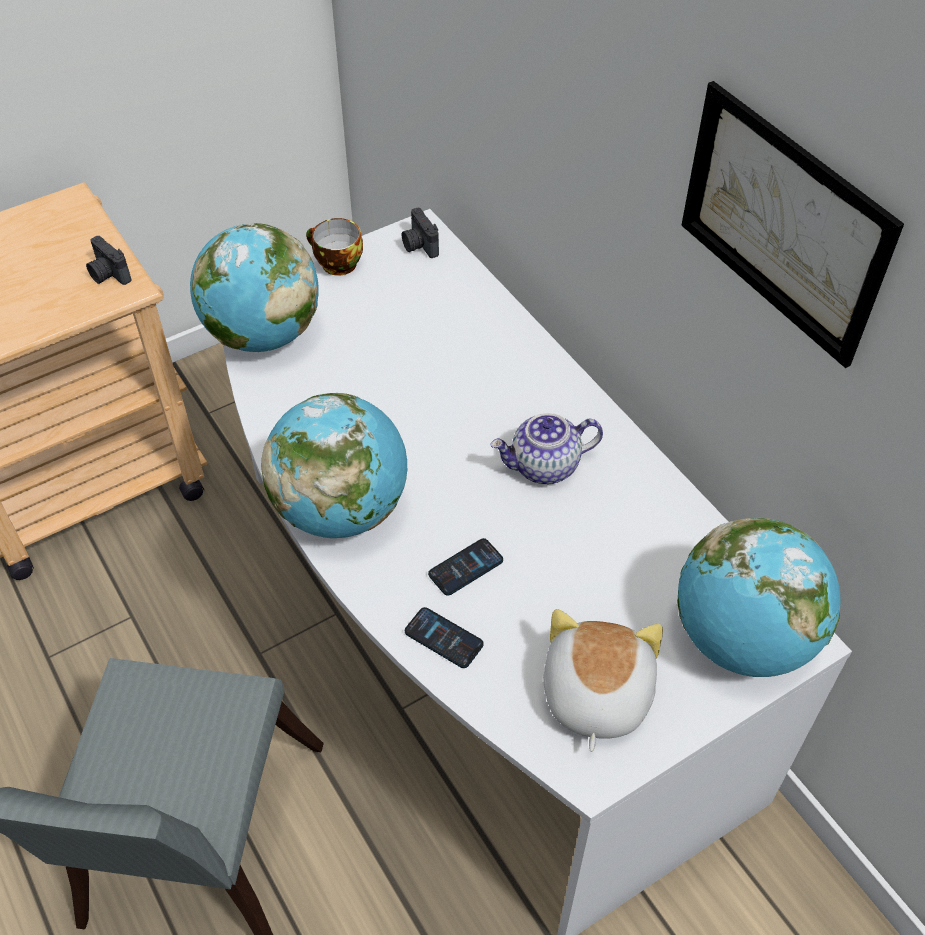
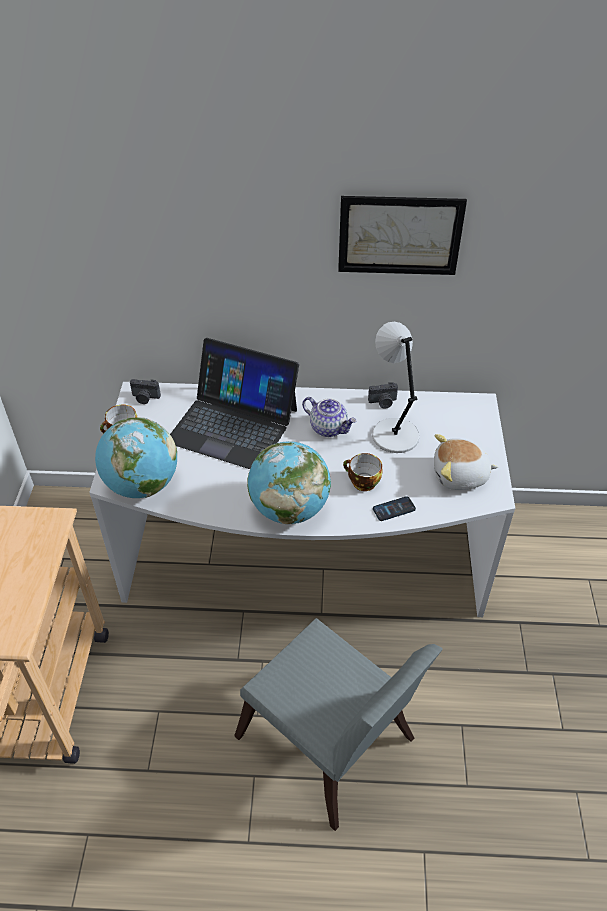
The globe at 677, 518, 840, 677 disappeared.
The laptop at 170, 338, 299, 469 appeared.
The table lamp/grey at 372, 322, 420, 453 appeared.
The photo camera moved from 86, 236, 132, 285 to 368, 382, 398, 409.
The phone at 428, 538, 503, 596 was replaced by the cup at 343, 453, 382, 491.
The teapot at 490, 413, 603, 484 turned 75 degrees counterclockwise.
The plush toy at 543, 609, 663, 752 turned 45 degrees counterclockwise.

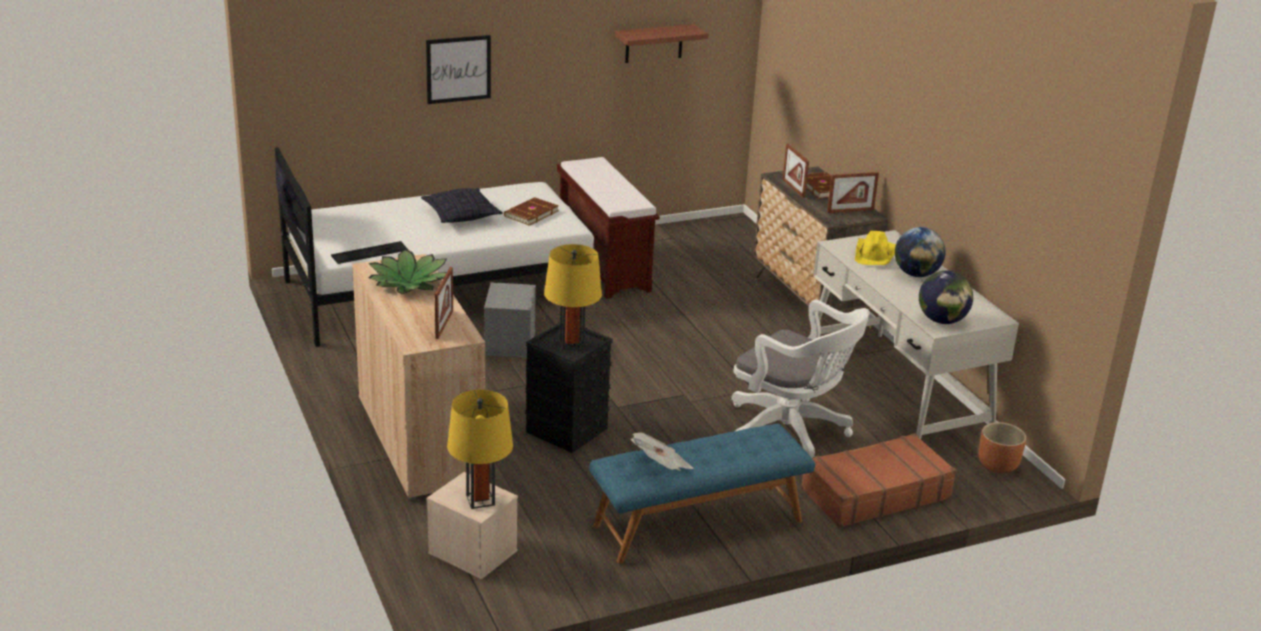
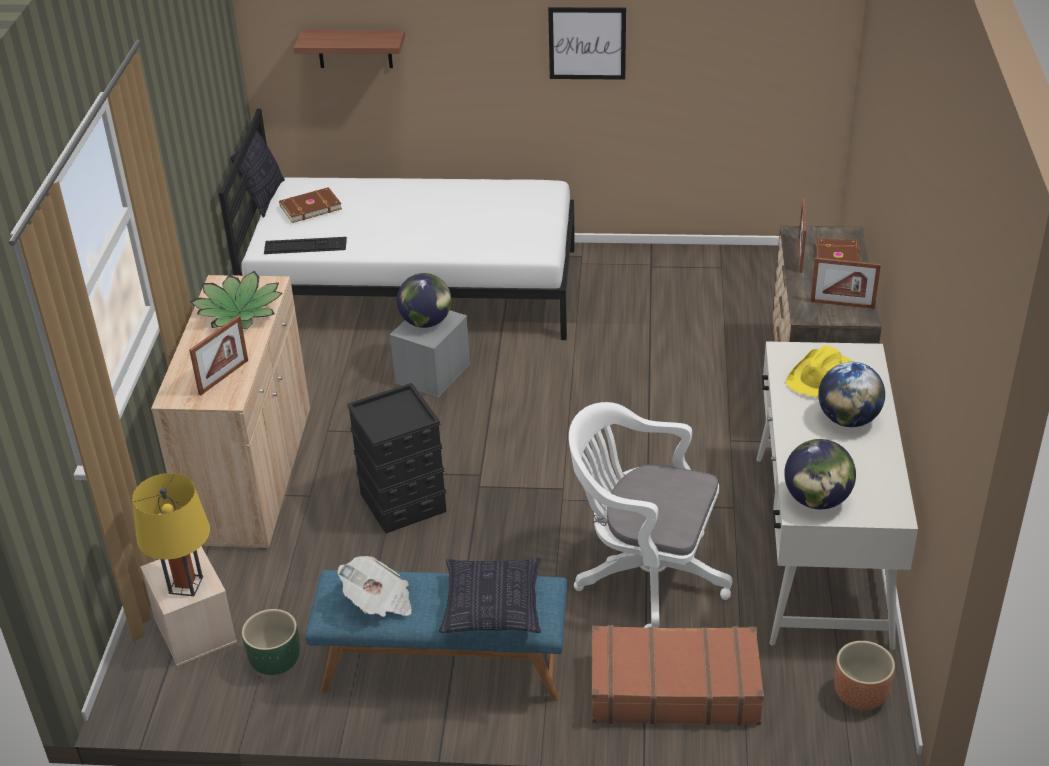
The table lamp/yellow at 544, 244, 602, 350 disappeared.
The bench/brown at 557, 157, 660, 299 disappeared.
The planter/green at 242, 609, 300, 675 appeared.
The globe at 397, 273, 451, 328 appeared.
The pillow moved from 421, 188, 503, 223 to 439, 558, 541, 633.
The picture moved from 426, 35, 491, 104 to 548, 7, 626, 80.
The book/brown moved from 504, 197, 559, 226 to 279, 187, 342, 223.
The shelf moved from 615, 24, 708, 63 to 294, 30, 405, 68.
The office chair/white at 731, 300, 870, 458 turned 135 degrees clockwise.

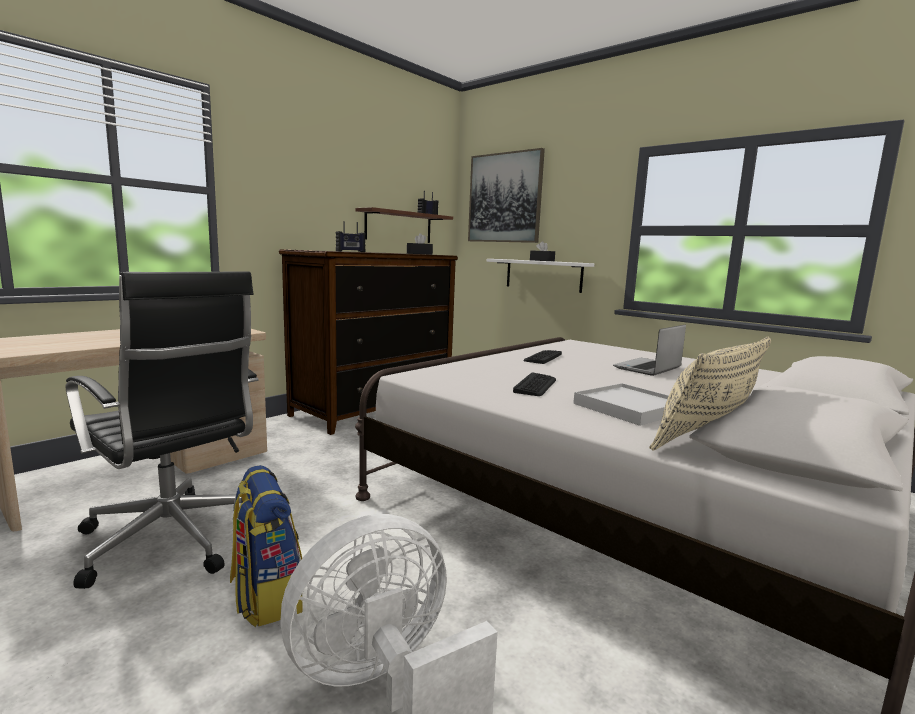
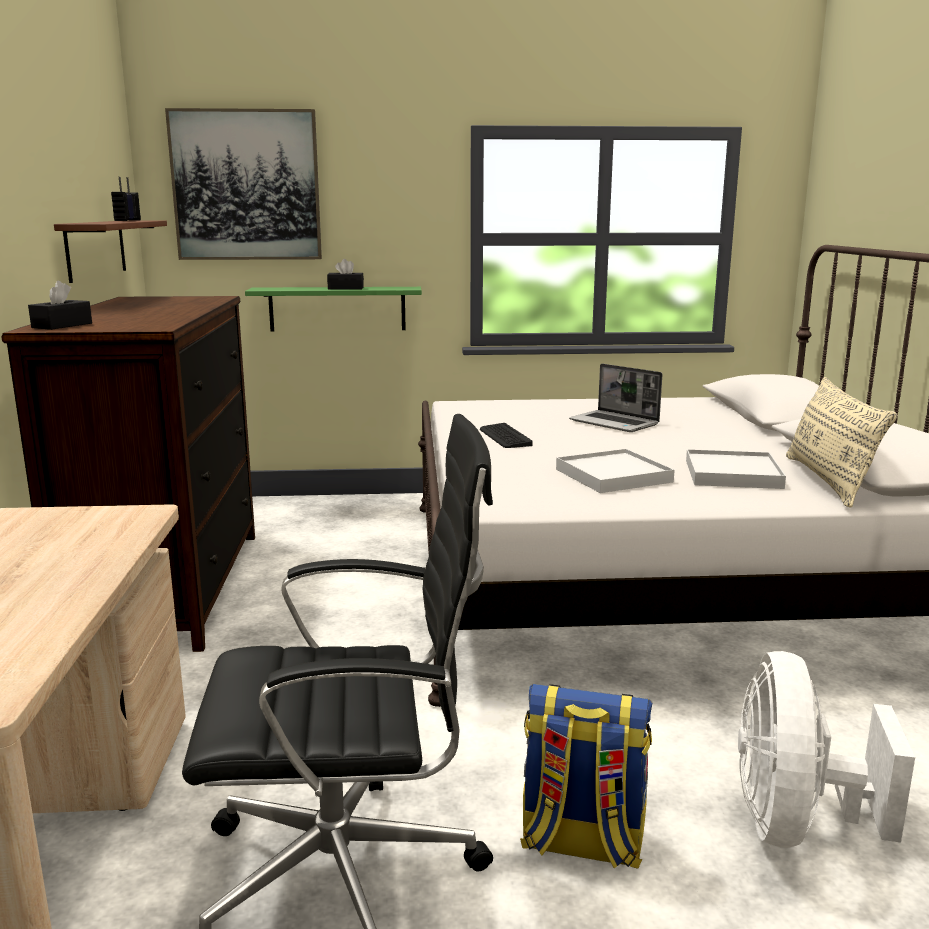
The radio at 336, 221, 366, 252 disappeared.
The tissue box/black moved from 407, 233, 433, 255 to 28, 281, 92, 330.
The keyboard at 513, 372, 556, 396 was replaced by the tray/white at 556, 449, 675, 493.
The shelf/white at 487, 259, 594, 293 became the shelf/green at 245, 287, 422, 331.
The laptop at 613, 325, 686, 376 turned 45 degrees counterclockwise.

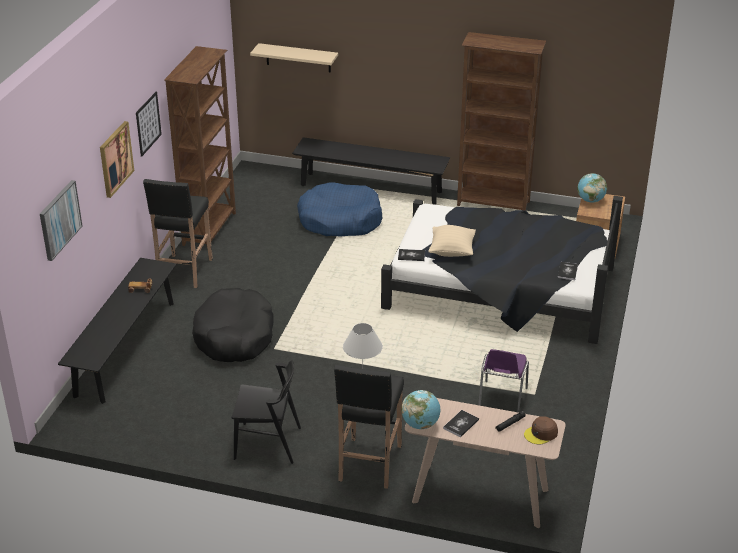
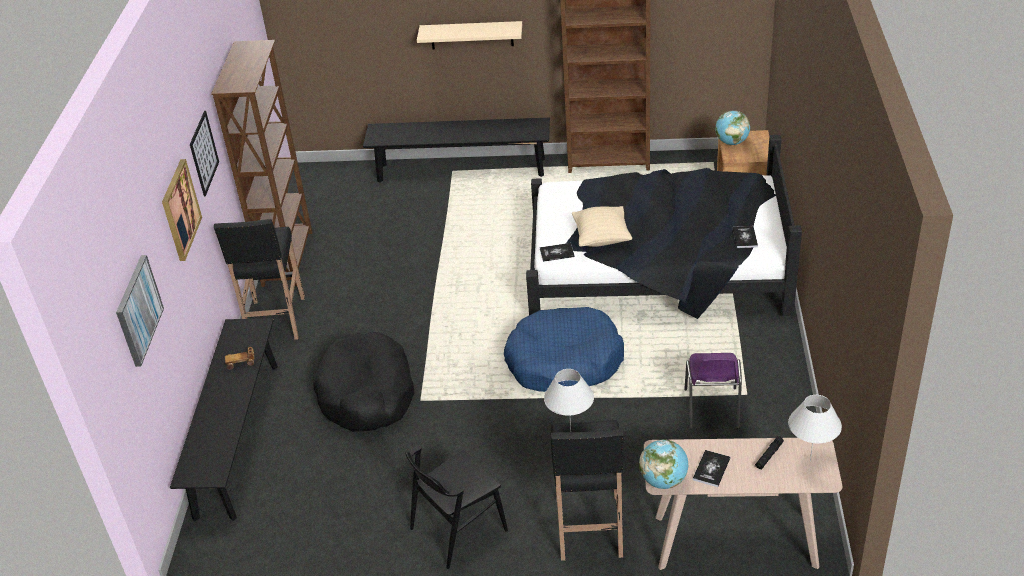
The shelf/beige moved from 250, 43, 338, 72 to 417, 21, 522, 49.
The dog bed/blue moved from 297, 183, 383, 237 to 504, 307, 624, 392.
The cap/brown at 524, 416, 558, 444 was replaced by the table lamp/white at 788, 395, 842, 462.
The chair/black at 232, 360, 301, 464 turned 150 degrees clockwise.

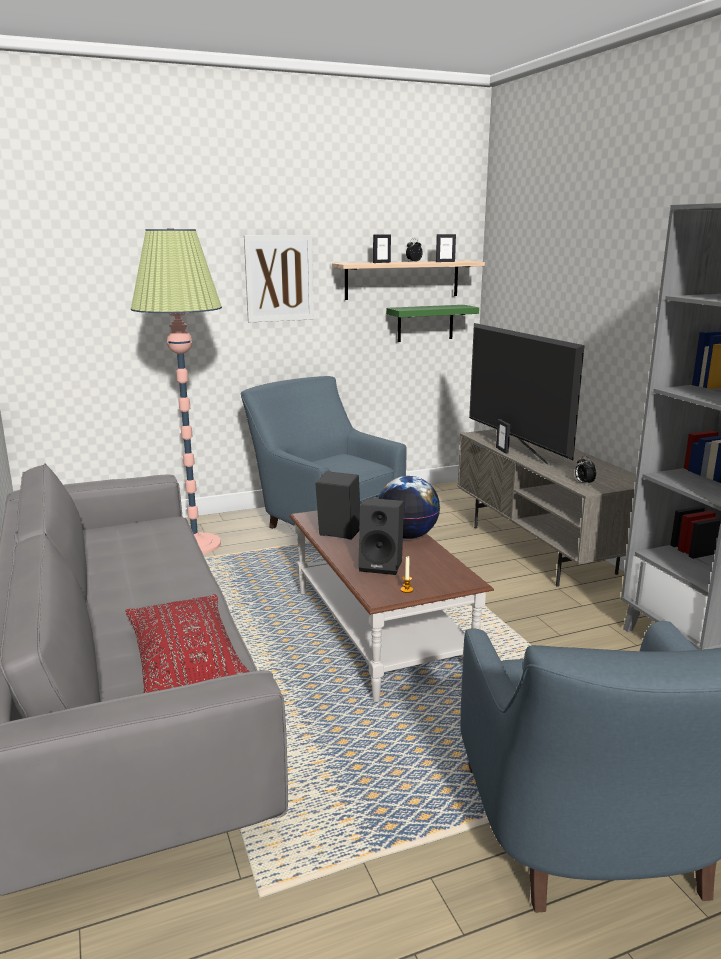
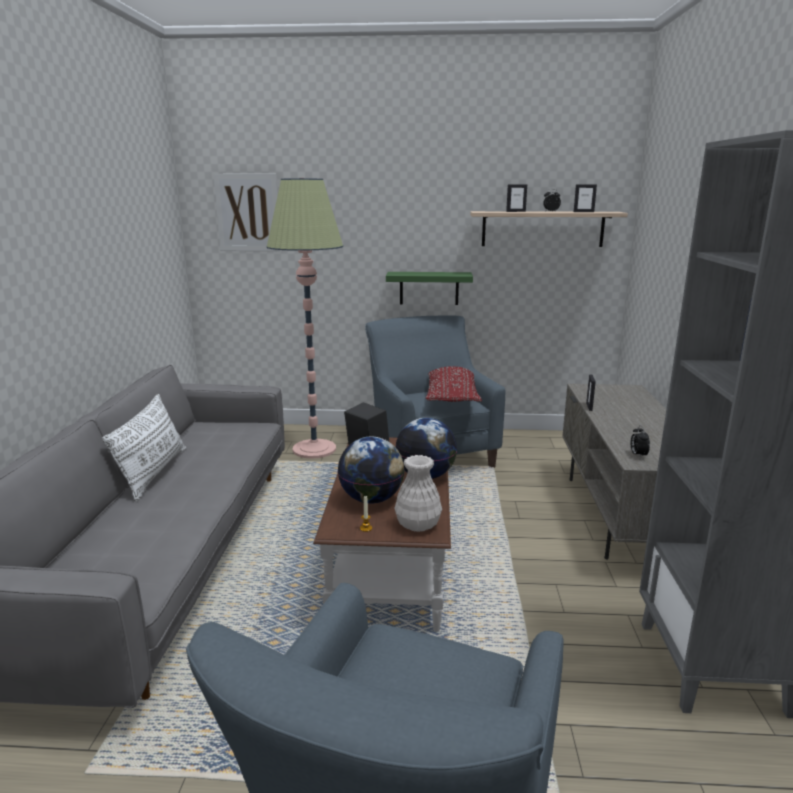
The television at 469, 323, 584, 464 disappeared.
The pillow/white at 102, 394, 186, 502 appeared.
The vase/white at 394, 455, 442, 532 appeared.
The pillow/red moved from 125, 594, 250, 693 to 425, 366, 482, 402.
The picture moved from 244, 235, 314, 322 to 214, 174, 280, 251.
The shelf/green moved from 386, 305, 479, 342 to 386, 272, 473, 305.
The speaker/black at 358, 498, 404, 575 was replaced by the globe at 338, 437, 405, 504.

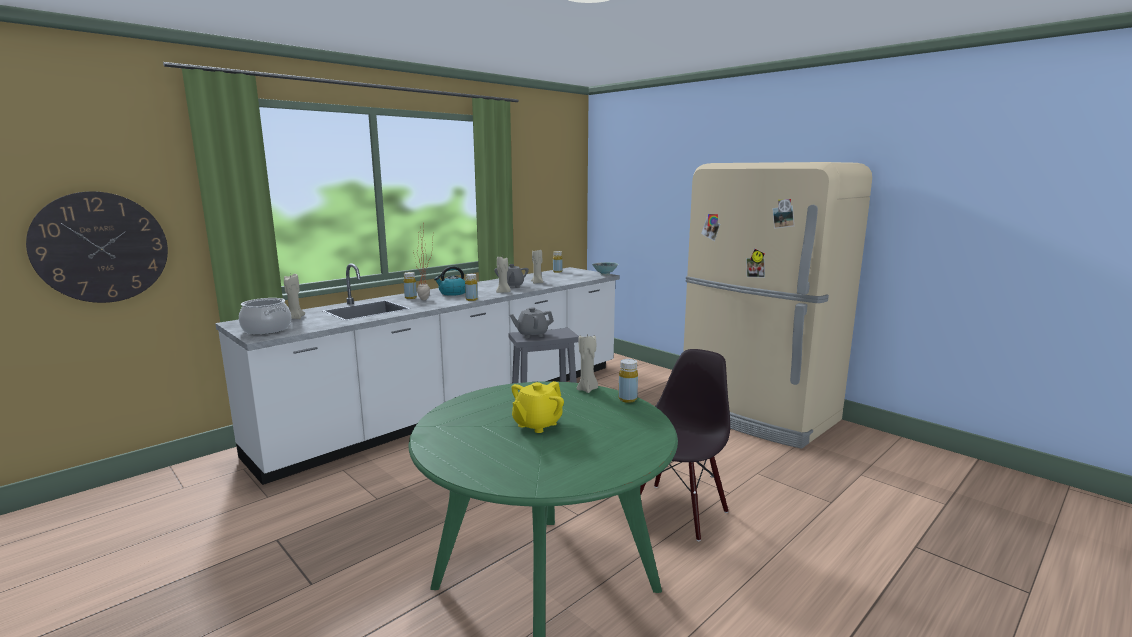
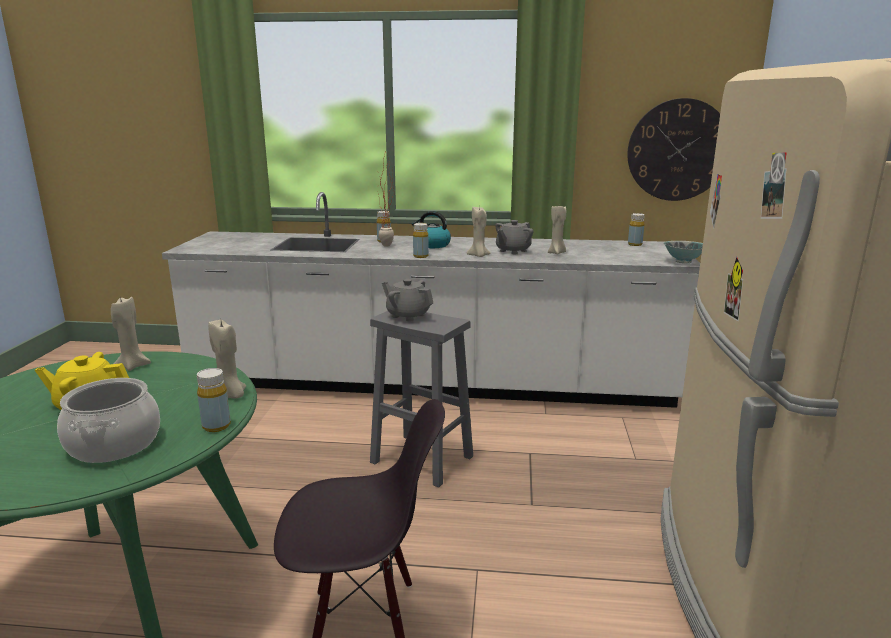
The wall clock moved from 26, 191, 168, 303 to 627, 98, 720, 201.
The cooking pot moved from 239, 298, 291, 334 to 57, 378, 160, 463.
The candle/beige moved from 284, 274, 305, 319 to 111, 296, 151, 371.

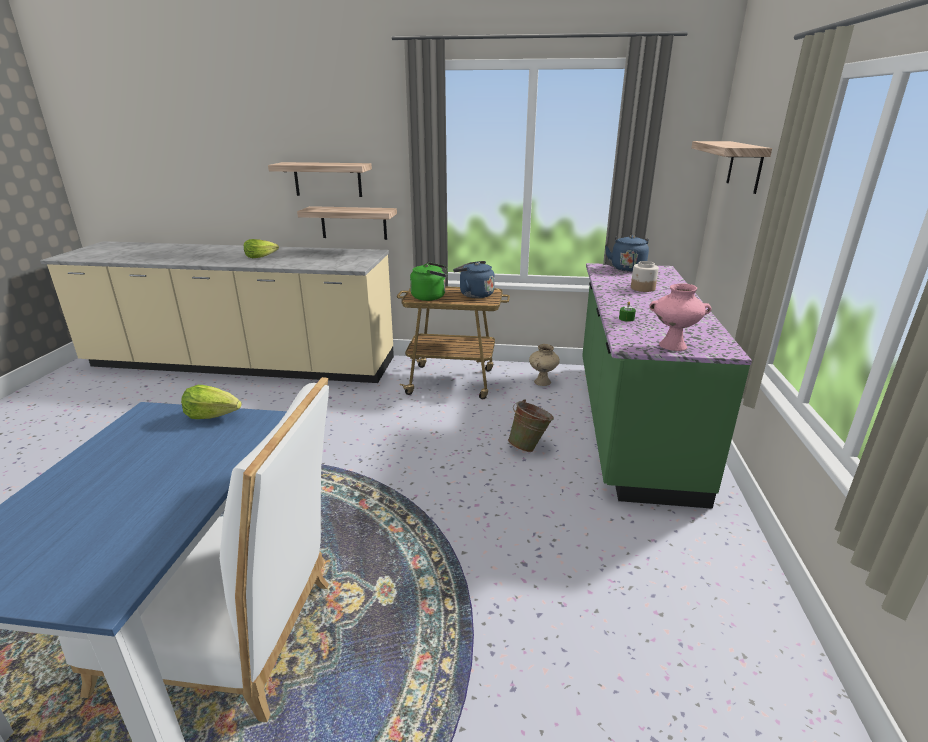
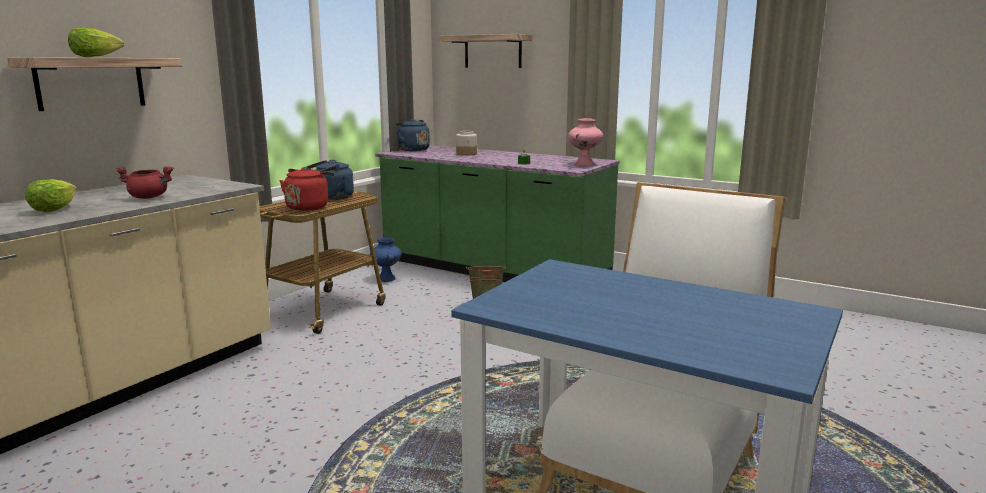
The shelf at 297, 206, 397, 240 disappeared.
The cooking pot/red at 115, 166, 174, 199 appeared.
The lettuce moved from 181, 385, 242, 419 to 68, 27, 124, 57.
The kettle/green at 410, 262, 448, 301 became the kettle/red at 279, 167, 334, 211.
The vase/beige at 529, 344, 560, 386 became the vase/blue at 370, 238, 402, 282.

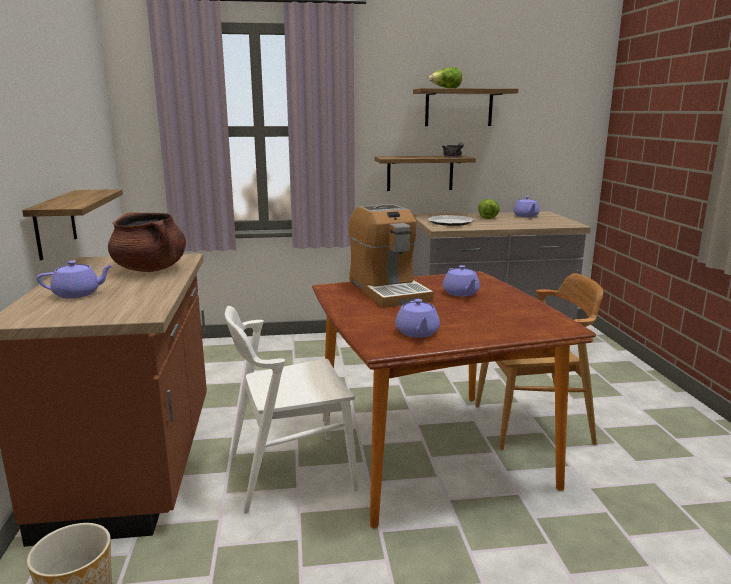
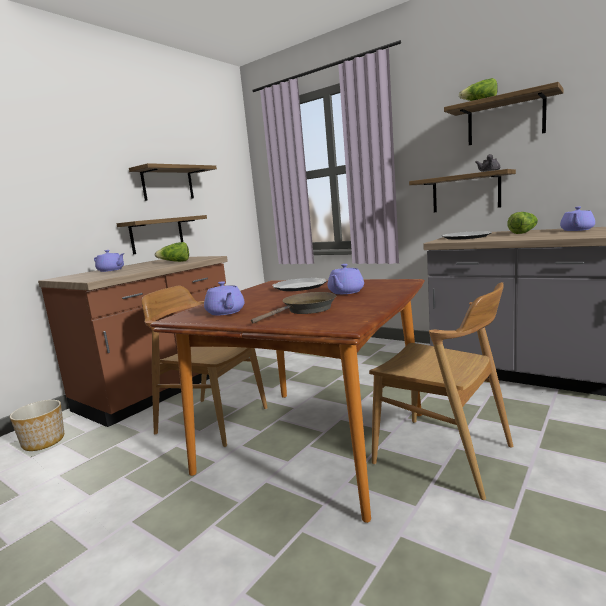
The shelf at 129, 163, 217, 201 appeared.
The frying pan/brown at 251, 292, 336, 324 appeared.
The cooking pot/brown at 108, 212, 186, 272 was replaced by the lettuce at 155, 242, 189, 262.
The coffee machine at 349, 204, 434, 308 was replaced by the plate at 273, 278, 327, 291.
The chair/white at 225, 306, 358, 514 became the chair/brown at 142, 286, 268, 447.
The teapot/purple at 395, 299, 440, 338 turned 60 degrees counterclockwise.

